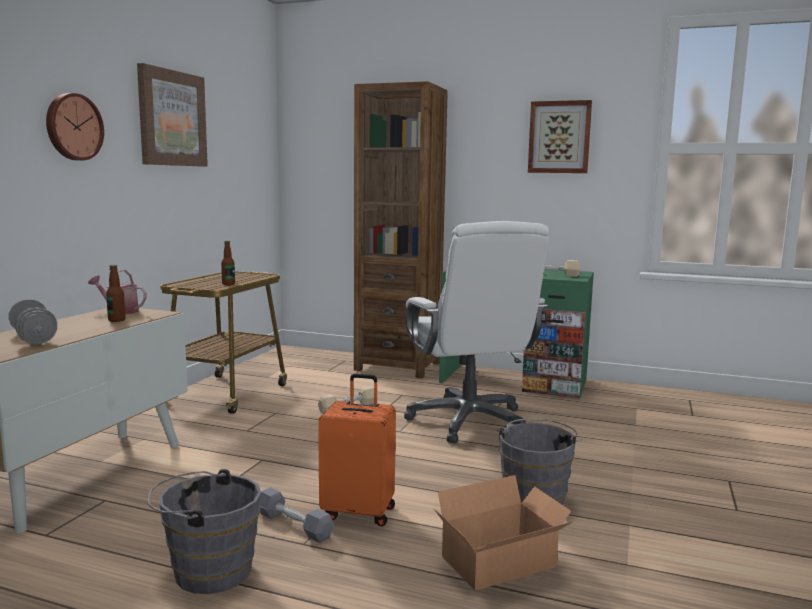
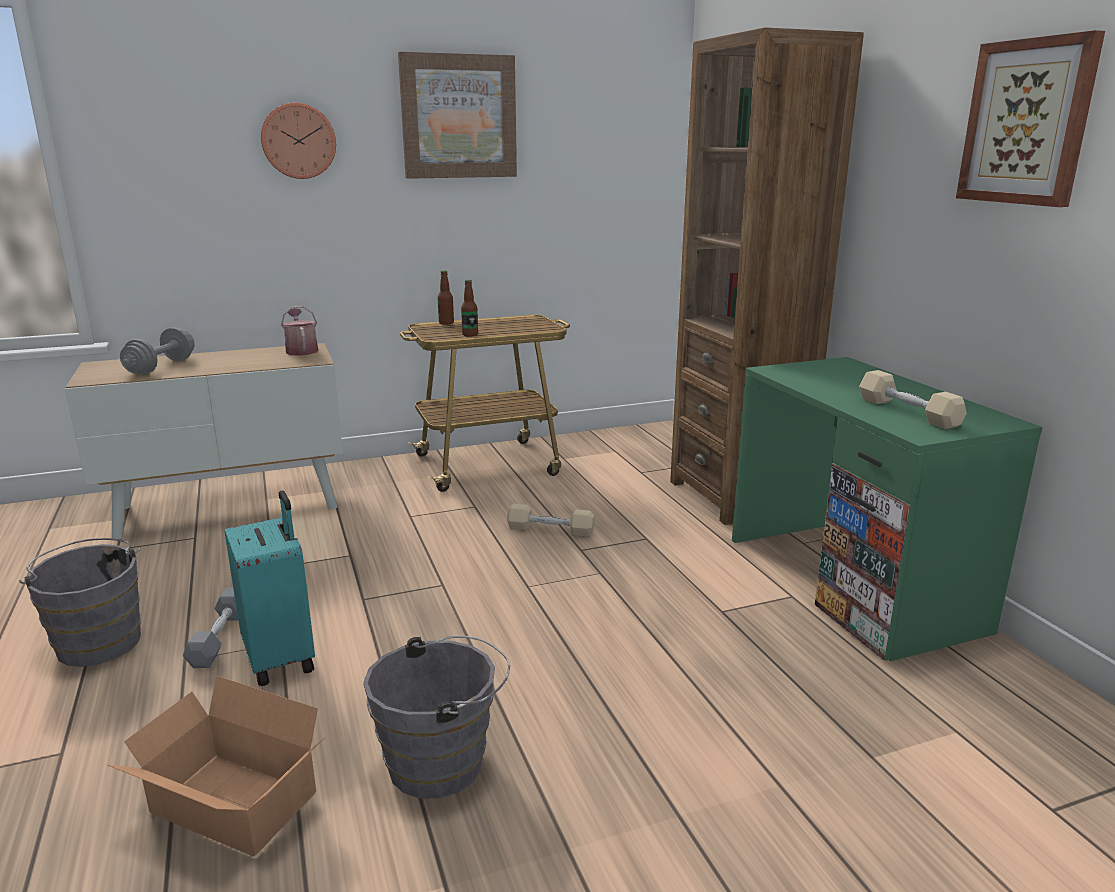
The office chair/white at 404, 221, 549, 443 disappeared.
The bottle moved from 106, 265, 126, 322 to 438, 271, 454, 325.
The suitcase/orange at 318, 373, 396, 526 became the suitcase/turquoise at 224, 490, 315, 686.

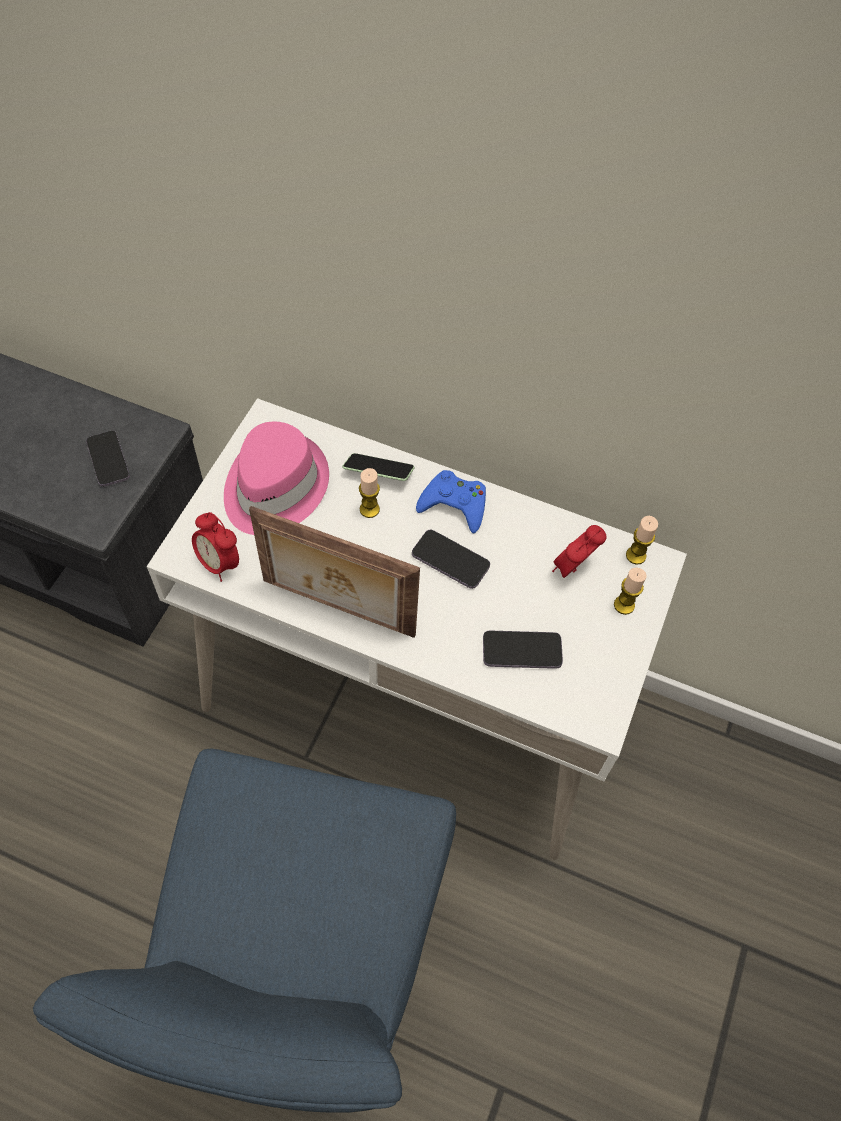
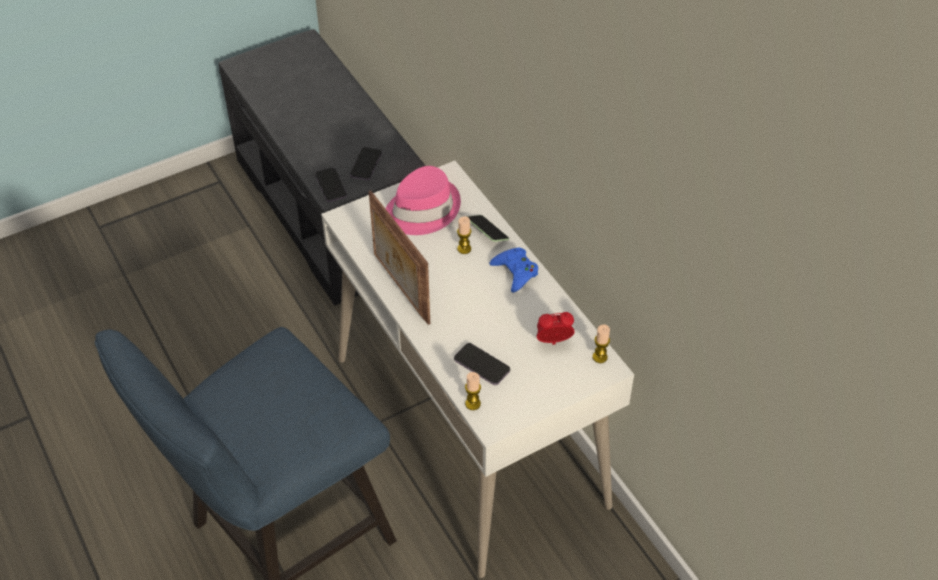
The alarm clock at 192, 512, 239, 582 disappeared.
The phone moved from 412, 530, 490, 589 to 315, 167, 347, 202.
The candle moved from 614, 568, 647, 615 to 465, 372, 481, 410.

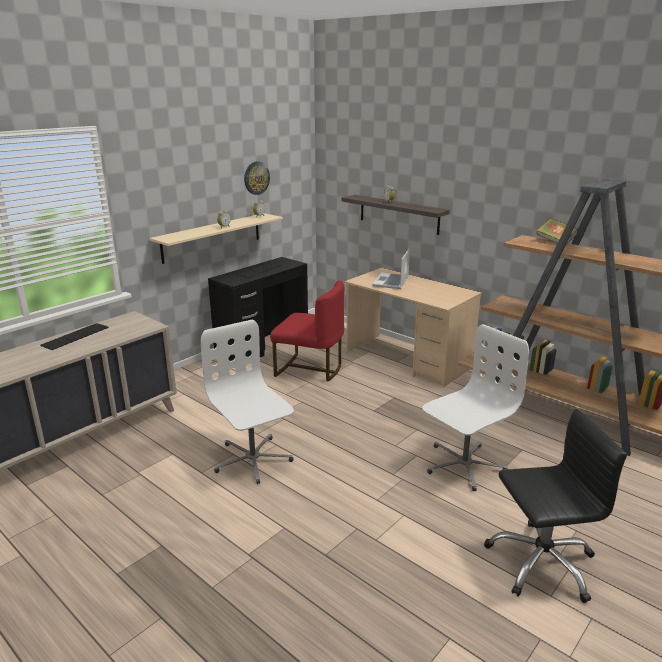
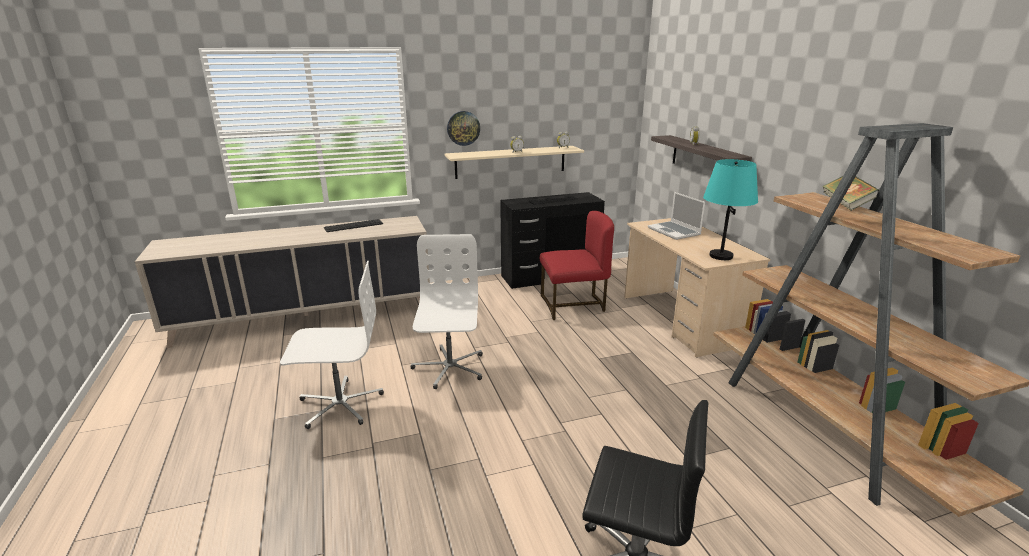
The table lamp/turquoise at 703, 159, 758, 260 appeared.
The wall clock moved from 244, 162, 270, 195 to 447, 111, 480, 146.
The office chair/white moved from 422, 324, 529, 491 to 280, 261, 384, 429.
The chair/red at 270, 281, 344, 382 turned 60 degrees counterclockwise.
The laptop at 372, 248, 410, 289 turned 75 degrees counterclockwise.

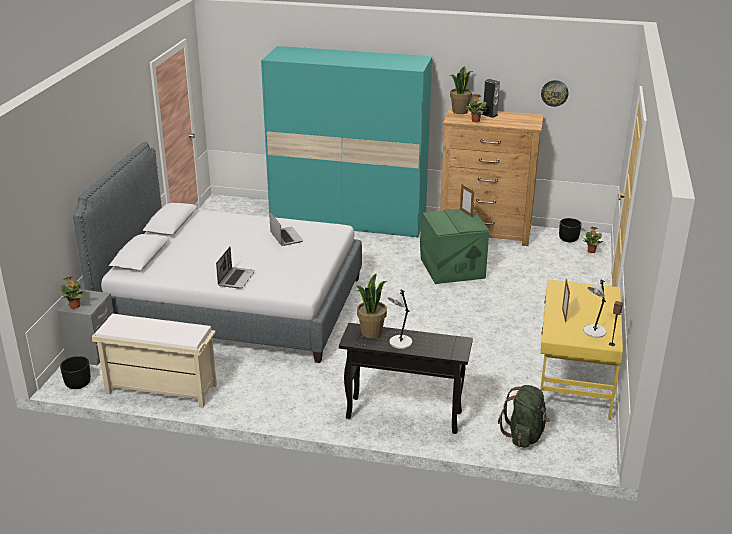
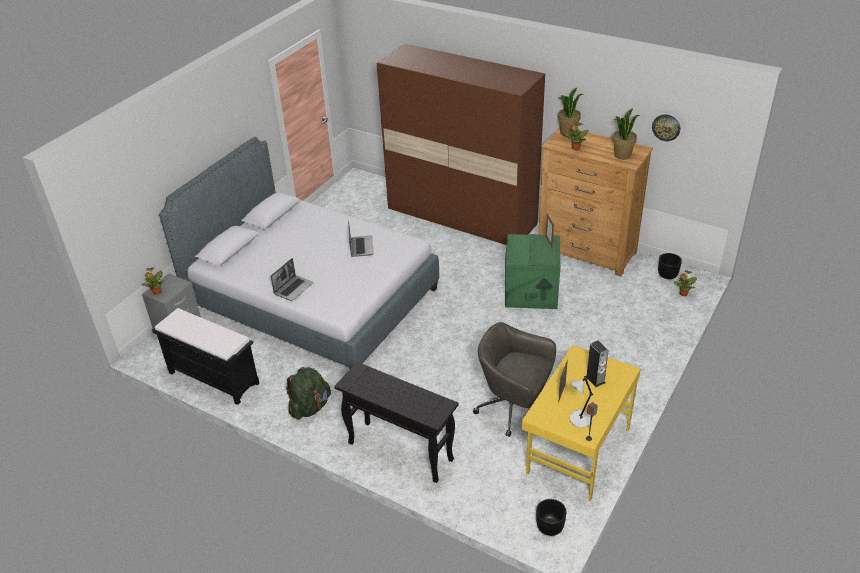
The table lamp/grey at 388, 290, 412, 349 disappeared.
The office chair/grey at 473, 322, 556, 437 appeared.
The planter/black moved from 60, 356, 91, 389 to 536, 499, 567, 536.
The potted plant moved from 356, 273, 387, 338 to 612, 108, 640, 160.
The speaker moved from 482, 79, 500, 118 to 586, 341, 609, 387.
The backpack/green moved from 498, 385, 550, 448 to 286, 367, 331, 419.
The bench/beige at 92, 313, 217, 407 became the bench/black at 152, 308, 260, 405.
The wardrobe/turquoise at 261, 46, 432, 238 became the wardrobe/brown at 377, 43, 545, 245.

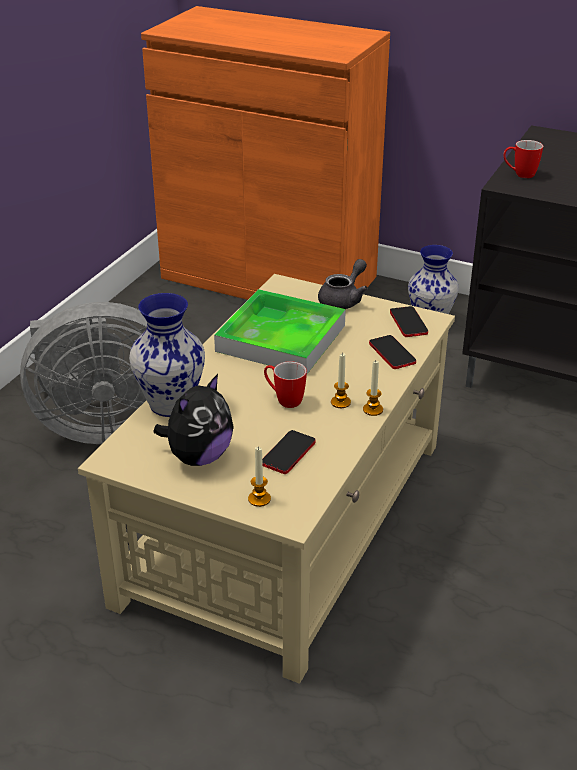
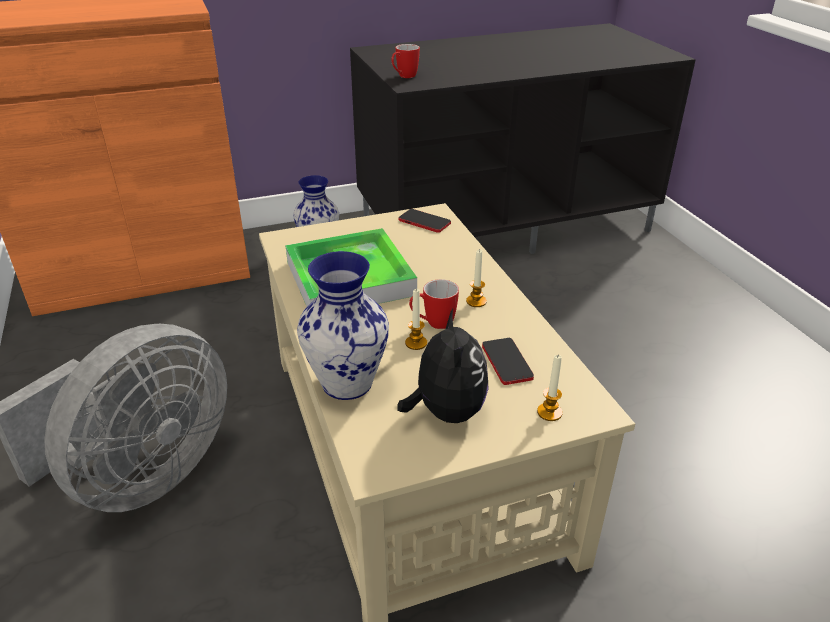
The teapot/grey at 318, 259, 368, 309 disappeared.
The phone at 369, 335, 416, 369 disappeared.
The candle moved from 363, 361, 383, 416 to 405, 289, 427, 350.

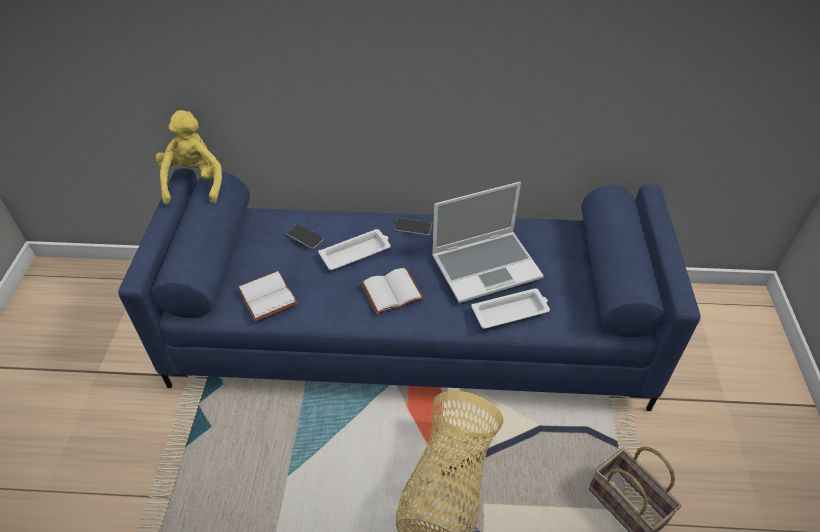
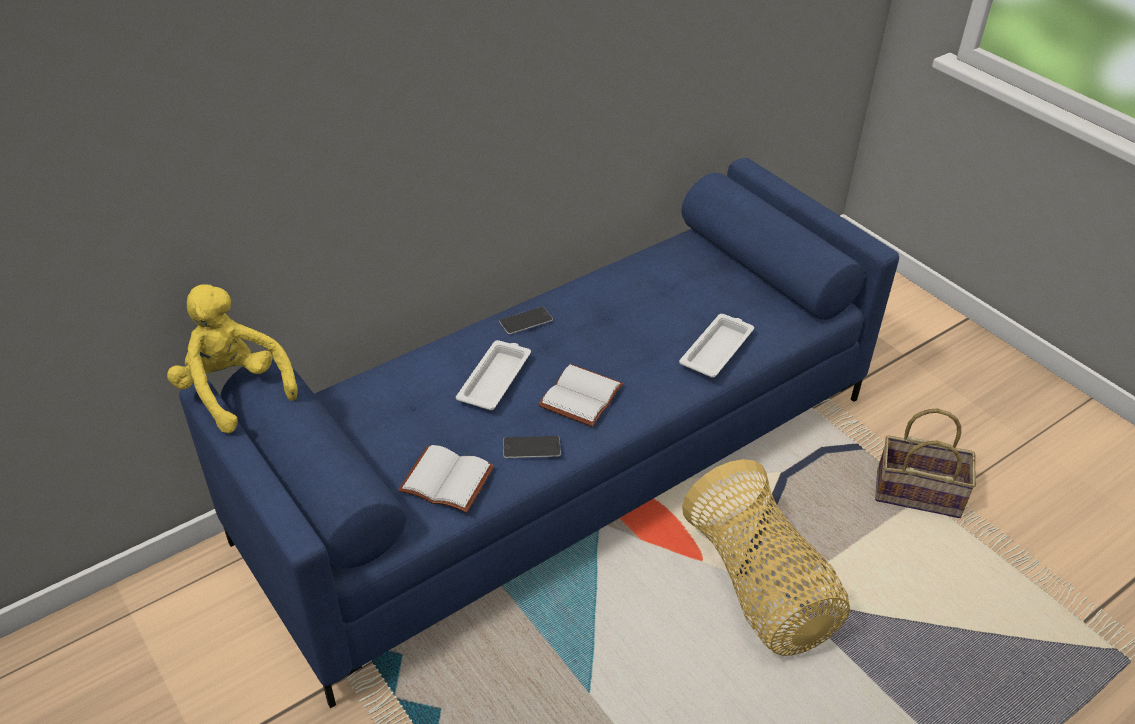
The laptop at 432, 182, 544, 303 disappeared.
The phone moved from 286, 224, 324, 249 to 503, 436, 561, 458.

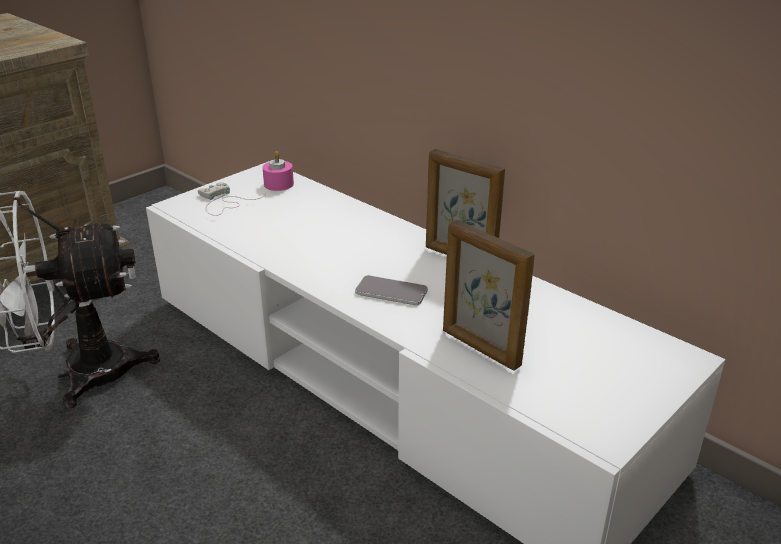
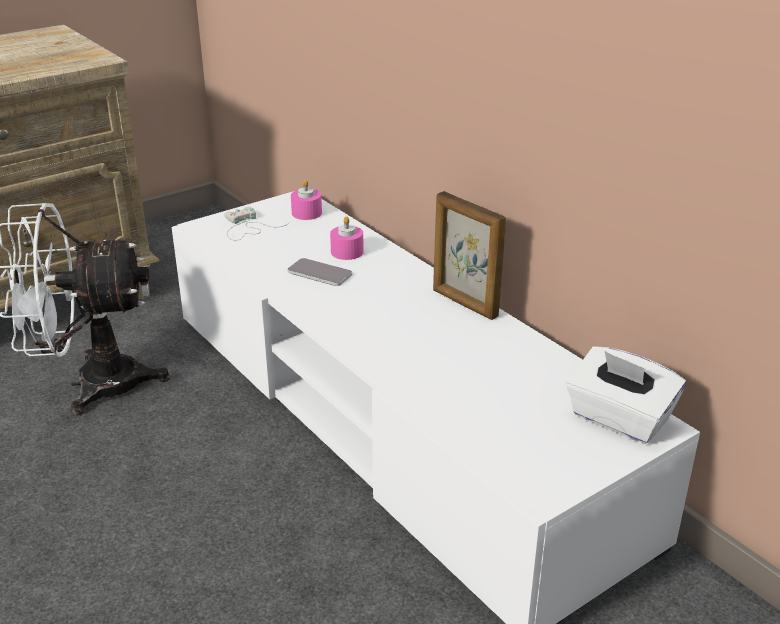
The picture frame at 443, 220, 535, 371 disappeared.
The candle/pink at 330, 216, 364, 260 appeared.
The tissue box/white at 566, 346, 686, 444 appeared.
The phone moved from 355, 275, 428, 305 to 288, 258, 352, 286.

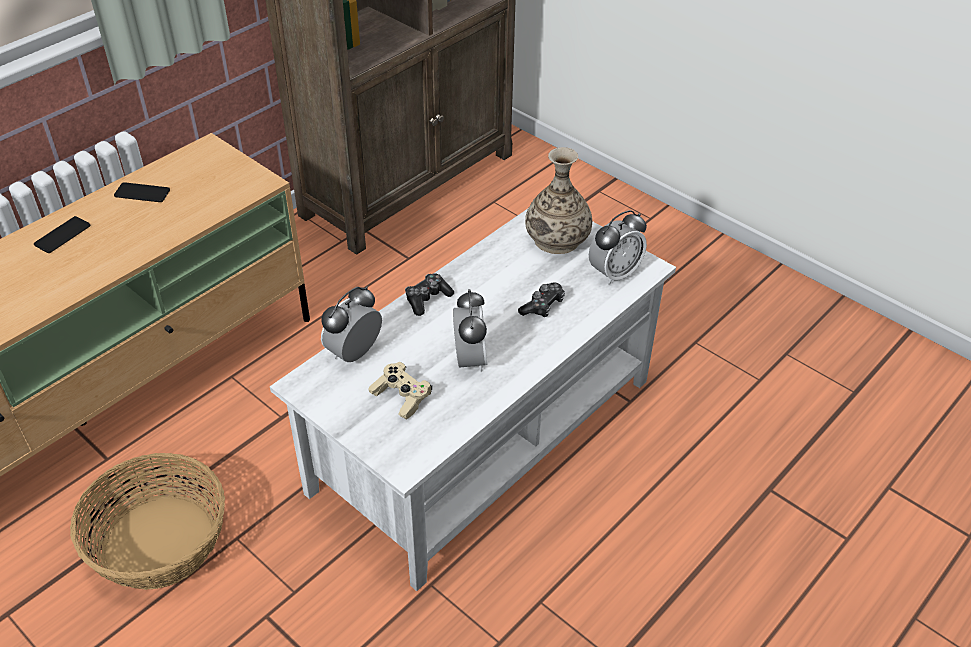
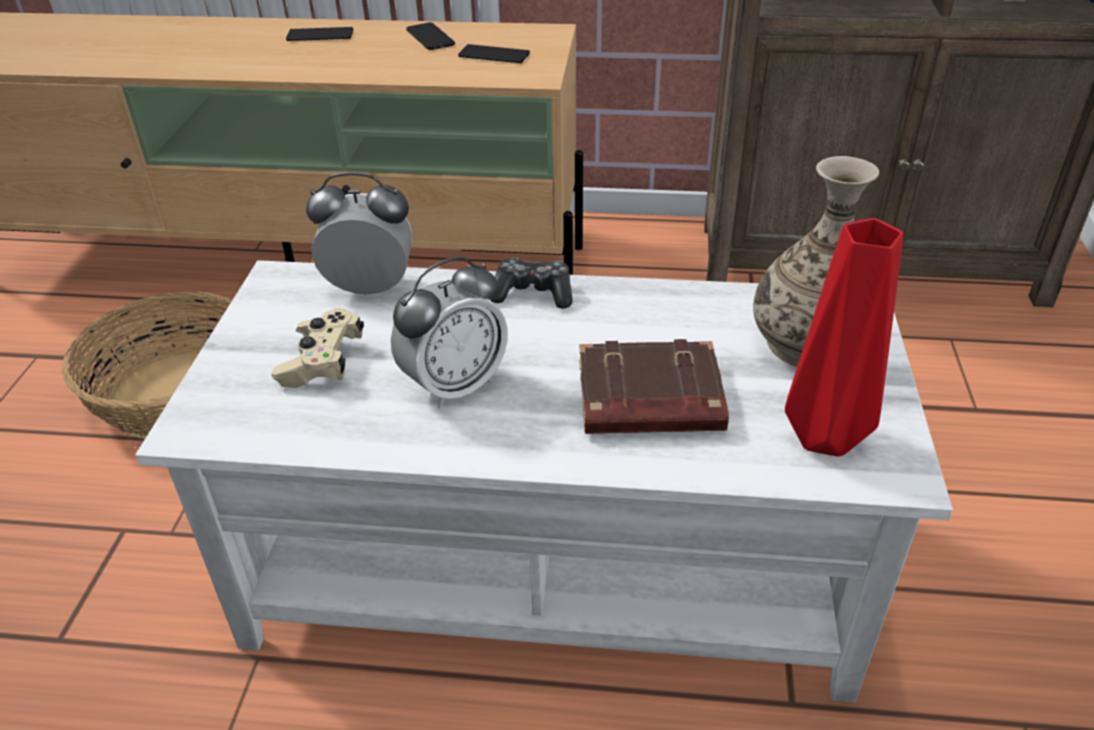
The phone at 458, 44, 530, 63 appeared.
The game controller at 518, 282, 565, 317 was replaced by the book/brown at 579, 339, 729, 434.
The alarm clock at 589, 210, 647, 285 was replaced by the vase/red at 785, 218, 903, 457.

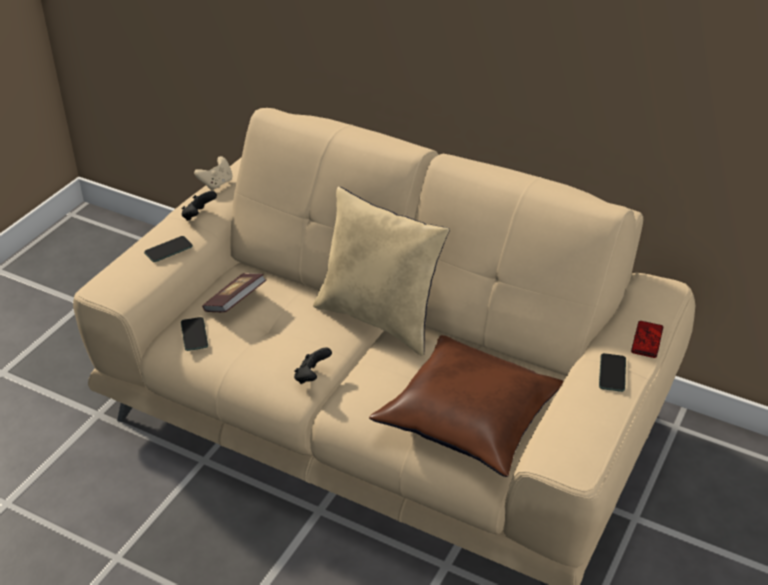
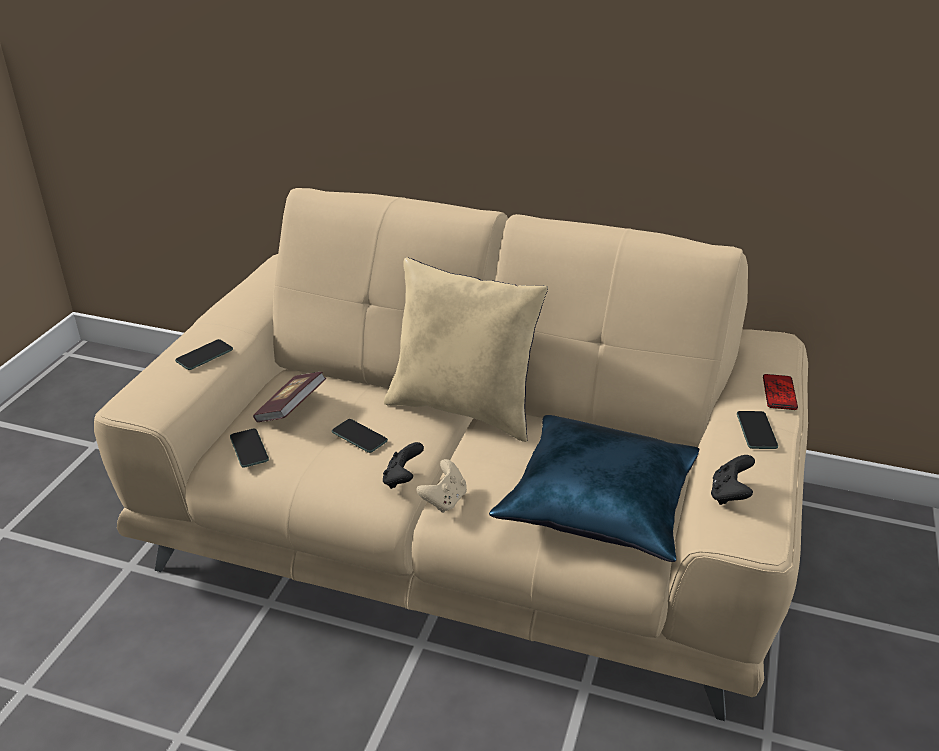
The phone at 332, 419, 388, 453 appeared.
The game controller/black moved from 182, 191, 217, 221 to 711, 455, 755, 505.
The game controller/beige moved from 194, 156, 232, 191 to 416, 459, 467, 513.
The pillow/brown at 369, 335, 564, 477 became the pillow/blue at 489, 415, 699, 562.

